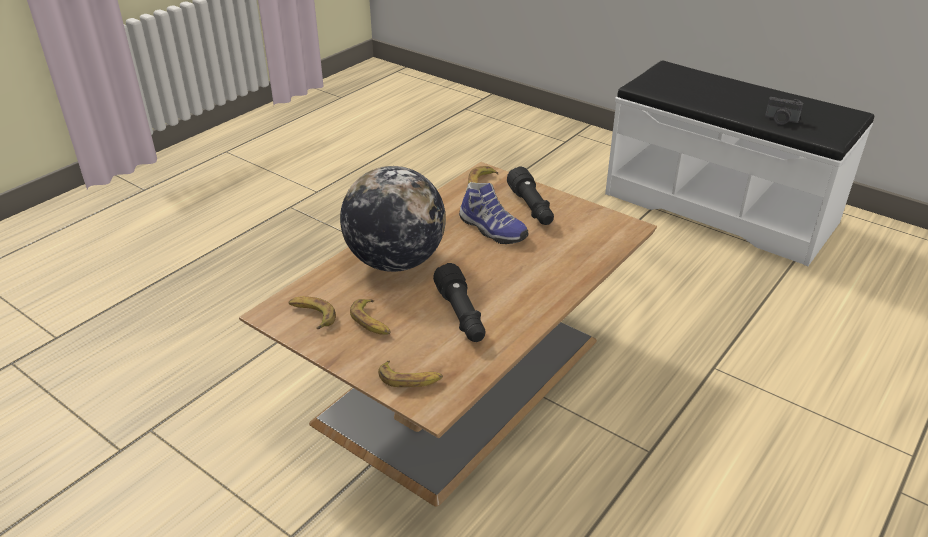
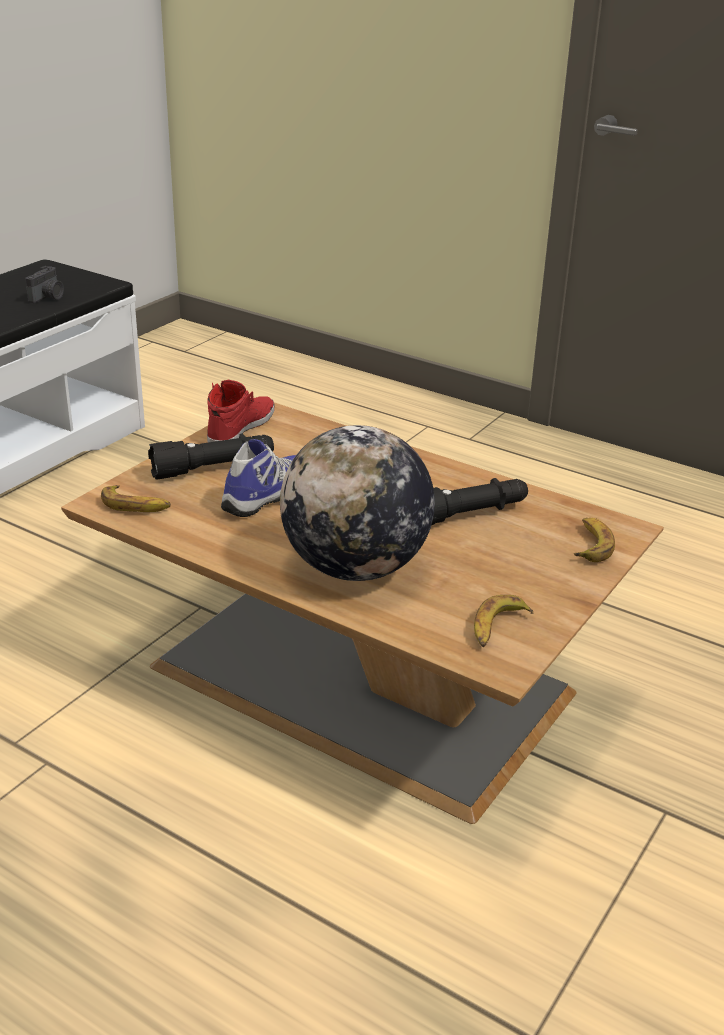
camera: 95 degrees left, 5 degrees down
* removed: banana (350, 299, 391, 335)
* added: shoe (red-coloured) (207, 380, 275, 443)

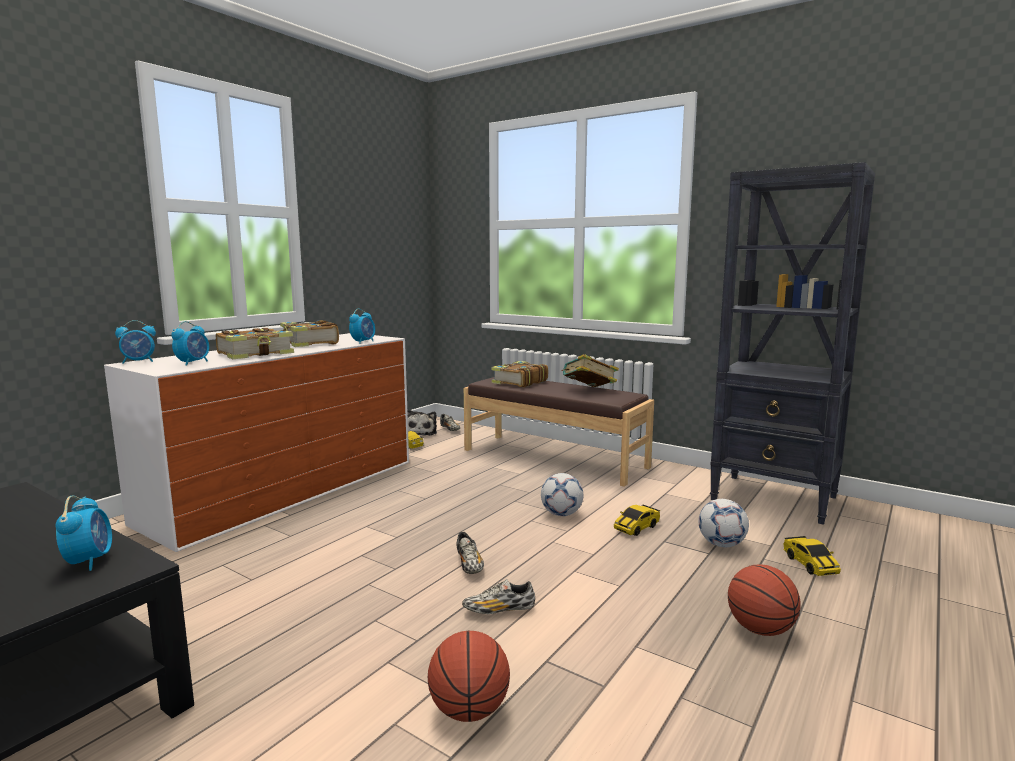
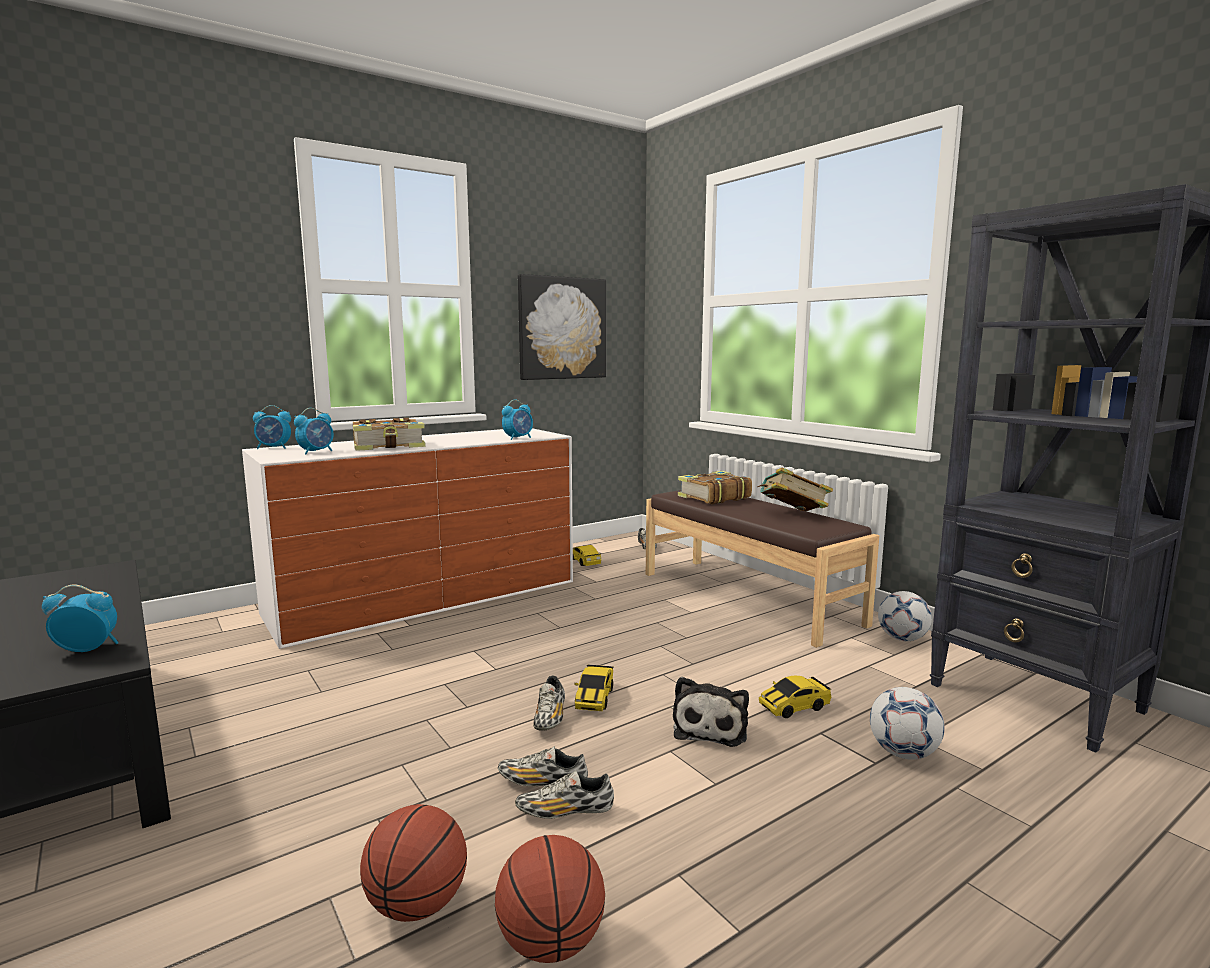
camera: 20 degrees right, 0 degrees up
* removed: bound book (279, 320, 339, 347)
* added: shoe (515, 771, 614, 819)
* added: wall picture (518, 274, 606, 380)
* moved: soft toy (407, 409, 437, 435) to (673, 677, 749, 747)
* moved: football ball (541, 473, 583, 516) to (878, 591, 932, 641)
* moved: basketball (728, 564, 801, 636) to (495, 835, 605, 963)
* moved: model car (784, 536, 841, 576) to (575, 665, 613, 711)
* turned: alarm clock (56, 496, 112, 571) = (42, 584, 118, 652) 105 degrees counterclockwise

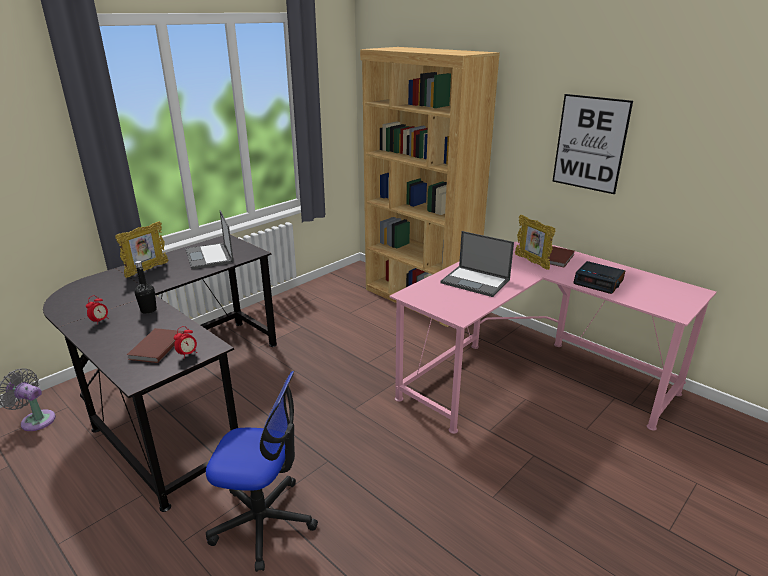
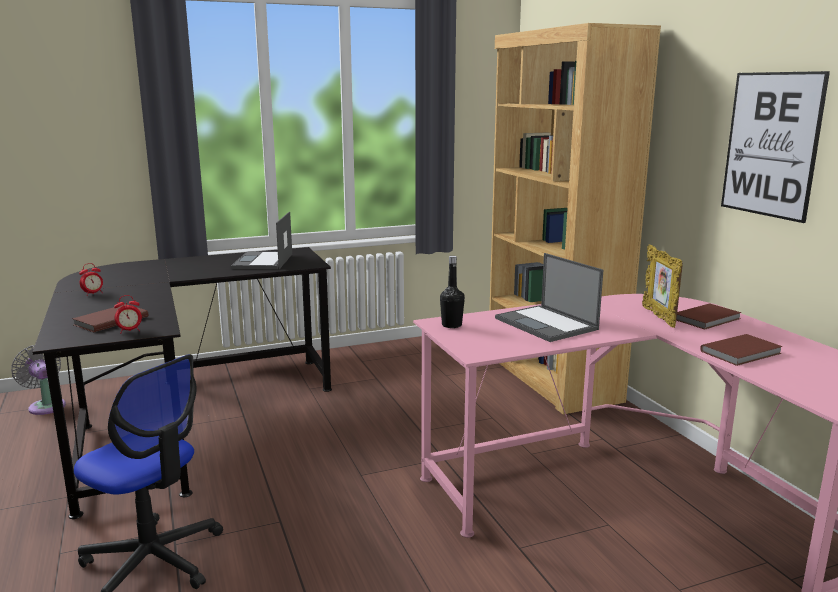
camera: 25 degrees right, 10 degrees down
* removed: photo frame (115, 221, 168, 278)
* moved: beverage bottle (black-coloured) (134, 261, 157, 314) to (440, 256, 465, 328)
* replaced: alarm clock (573, 261, 625, 294) to bound book (brown) (700, 334, 783, 366)

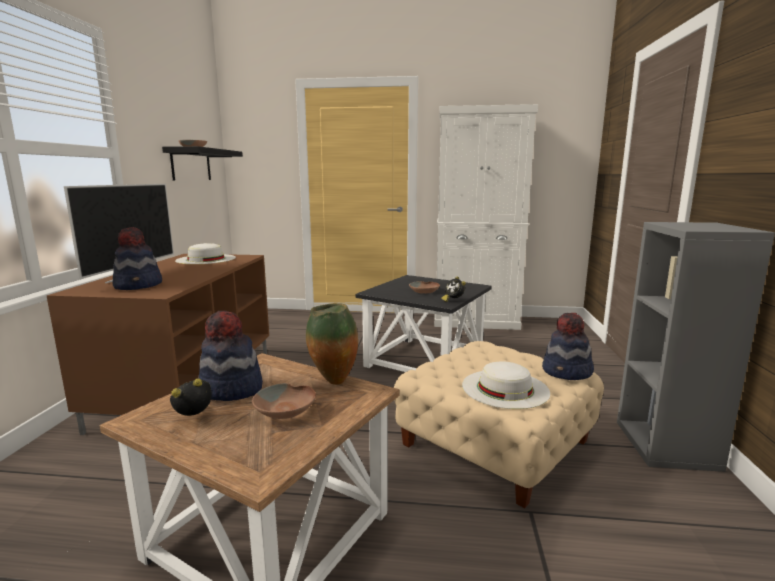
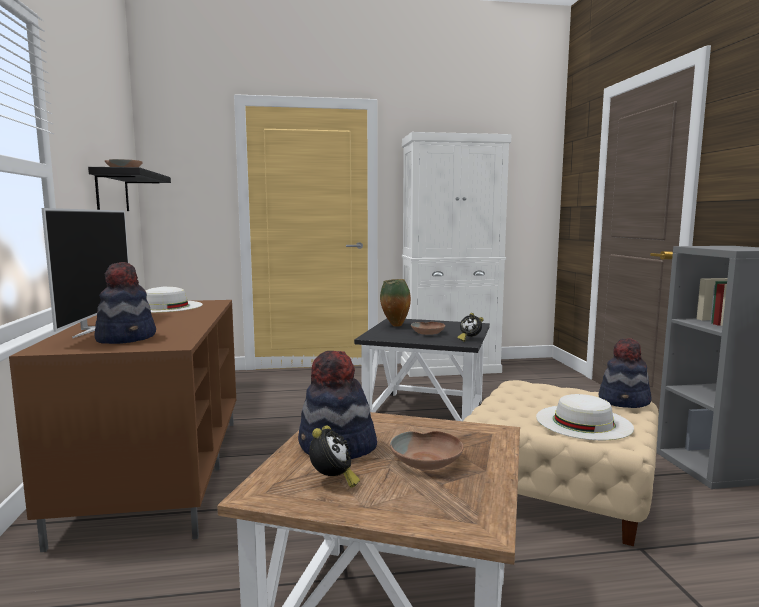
camera: 15 degrees left, 5 degrees down
* moved: vase (306, 303, 358, 385) to (380, 279, 411, 327)
* turned: alarm clock (170, 378, 212, 416) = (309, 425, 360, 488) 150 degrees clockwise

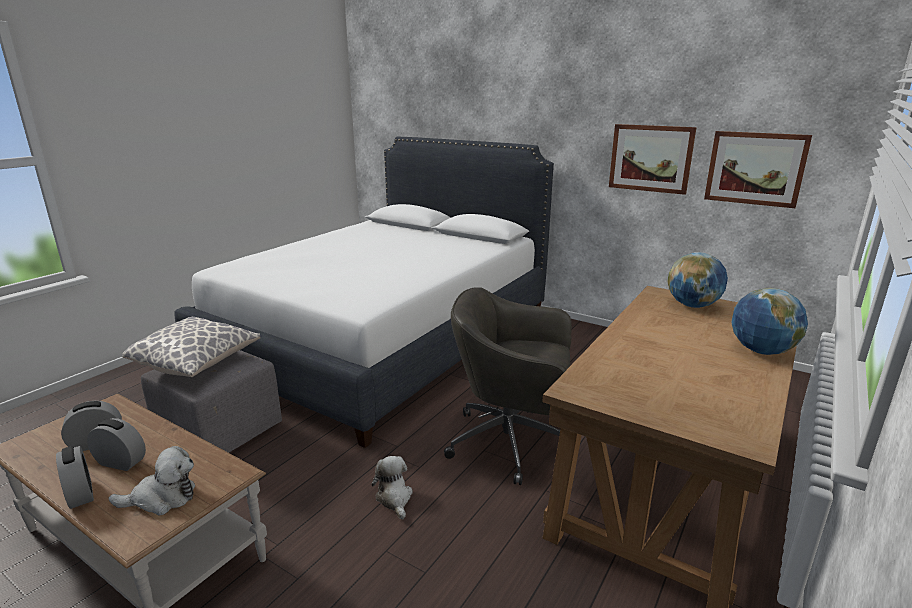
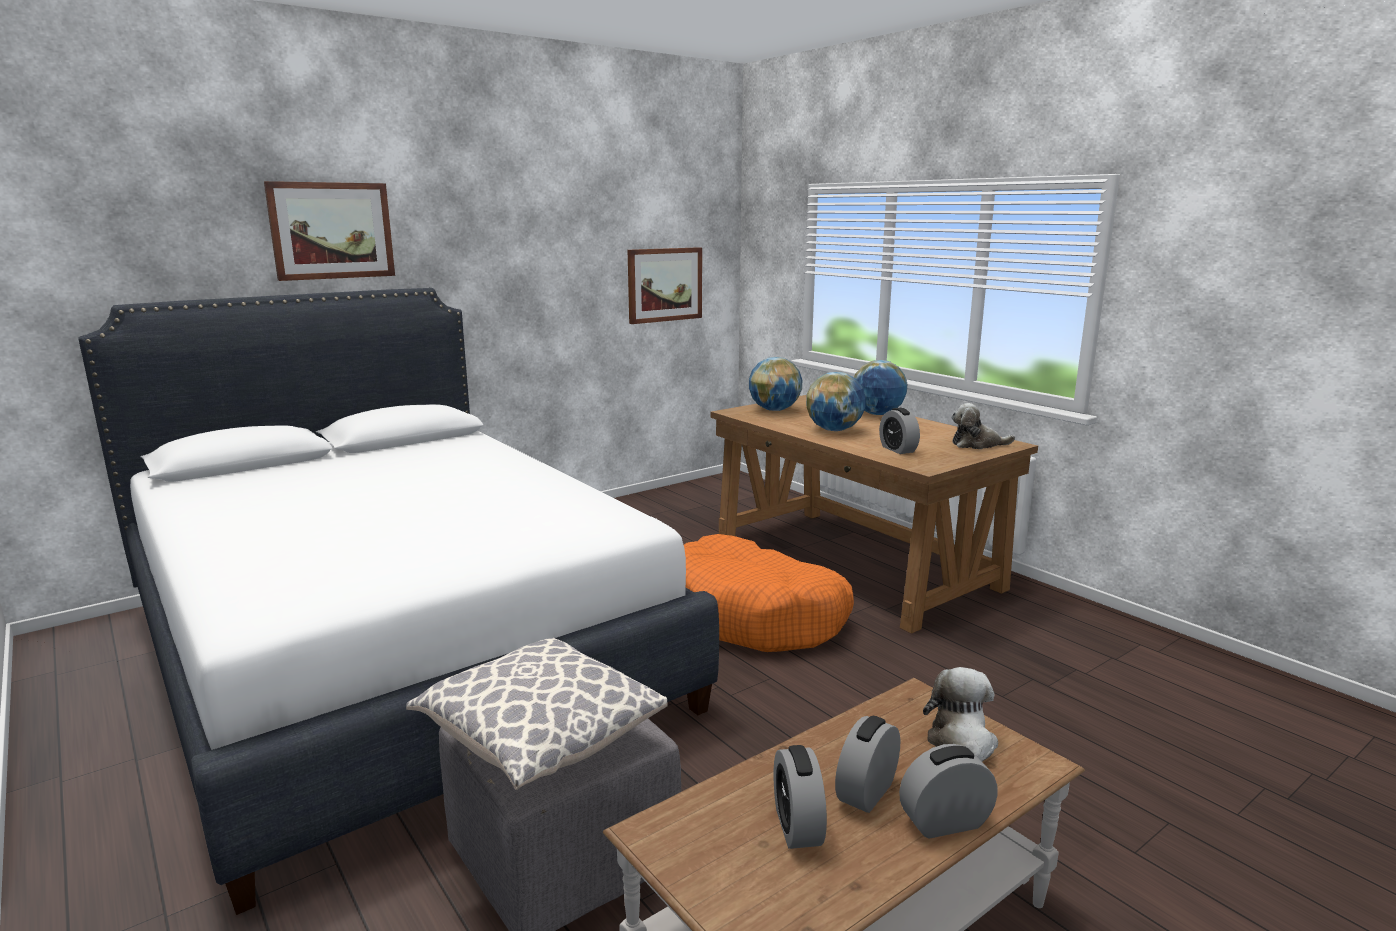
camera: 70 degrees left, 5 degrees down
* added: desk globe (806, 372, 866, 431)
* added: alarm clock (879, 408, 920, 454)
* moved: soft toy (371, 456, 413, 520) to (951, 403, 1015, 449)
* moved: wall picture (609, 124, 696, 195) to (264, 181, 395, 281)
* replaced: computer chair (grey) (444, 287, 572, 485) to pet bed (orange) (684, 534, 854, 652)

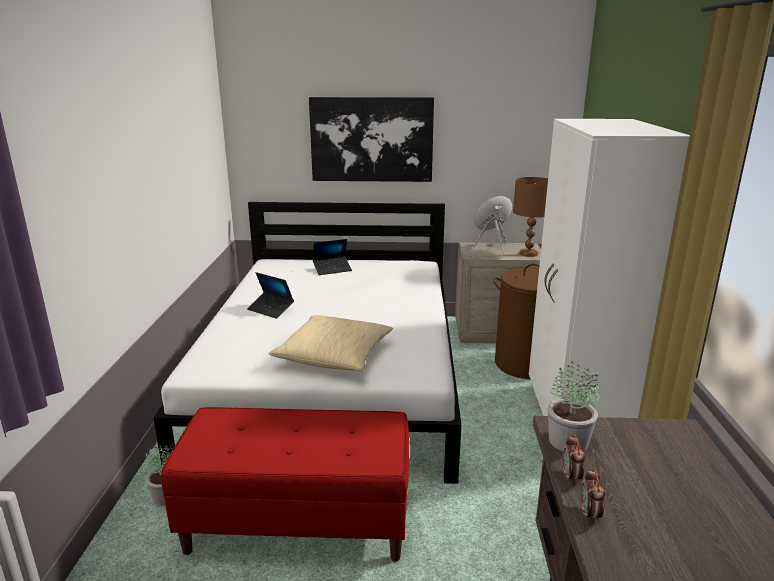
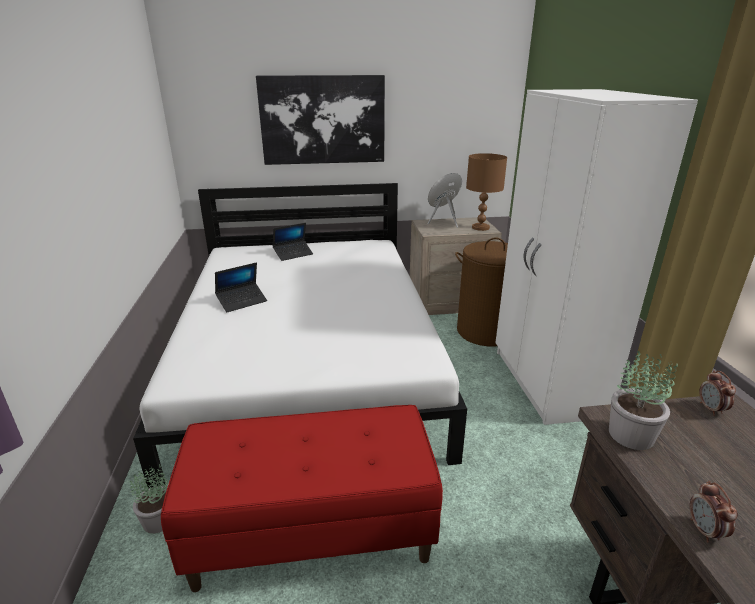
camera: 10 degrees left, 5 degrees up
* removed: pillow (beige-coloured) (269, 315, 393, 371)
* moved: alarm clock (562, 435, 585, 484) to (699, 371, 736, 416)
* turned: notebook computer (247, 272, 294, 319) = (215, 263, 267, 312) 60 degrees counterclockwise

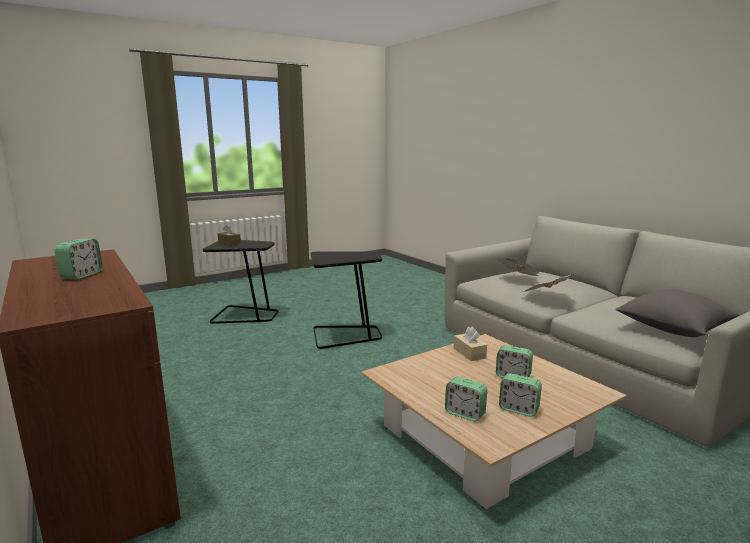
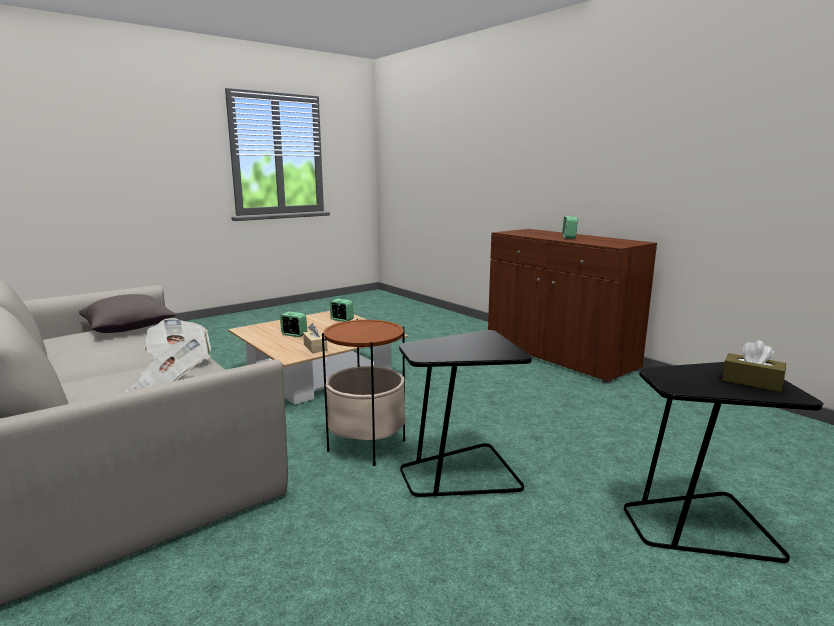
camera: 175 degrees right, 0 degrees up
* removed: alarm clock (499, 373, 542, 417)
* added: end table (322, 319, 406, 466)

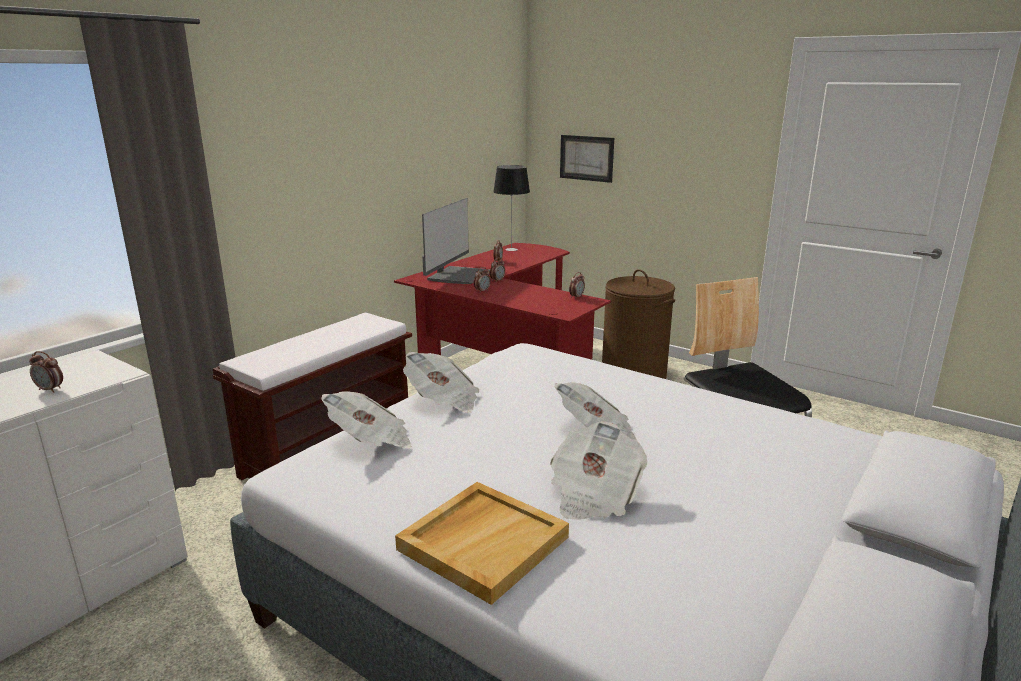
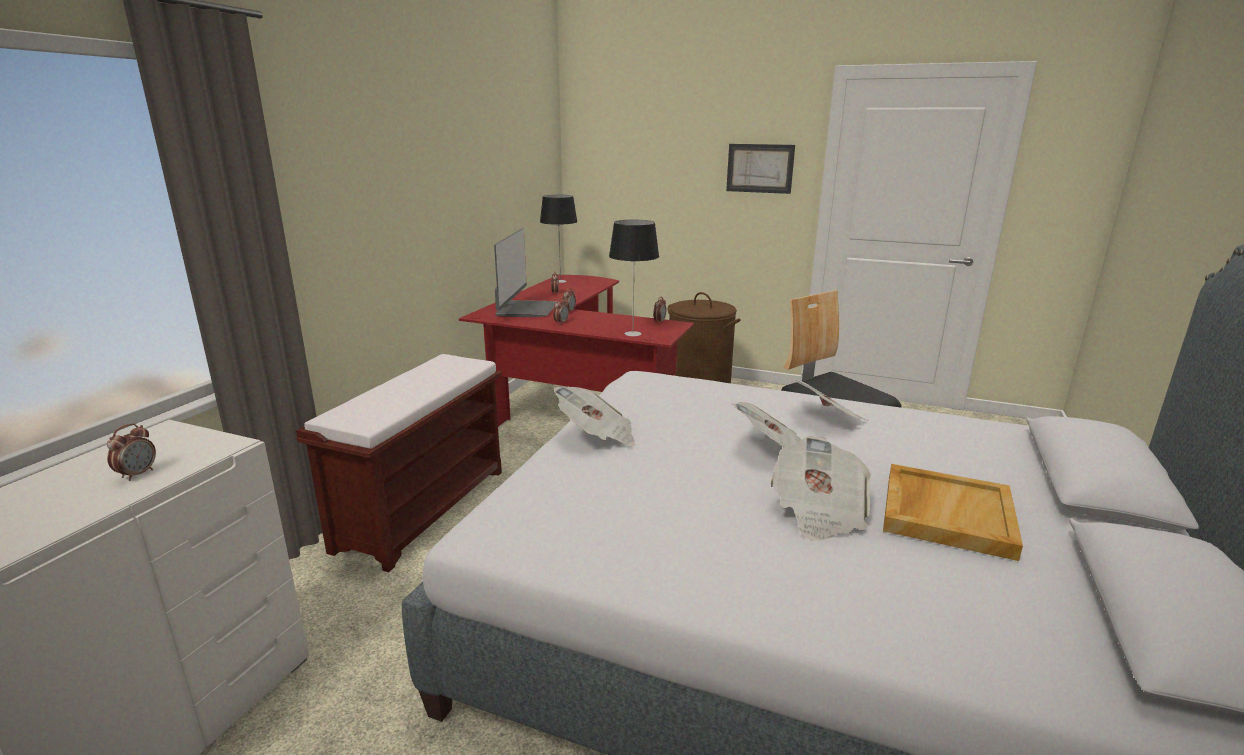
camera: 15 degrees left, 0 degrees up
* added: lamp for a table (609, 220, 659, 336)
* moved: printed paper (321, 391, 412, 448) to (793, 379, 870, 421)
* moved: tray (beige-coloured) (395, 482, 569, 605) to (883, 464, 1023, 561)
* moved: wall picture (560, 135, 614, 183) to (726, 144, 795, 194)
* turned: alarm clock (29, 351, 63, 393) = (107, 424, 156, 481) 75 degrees counterclockwise

